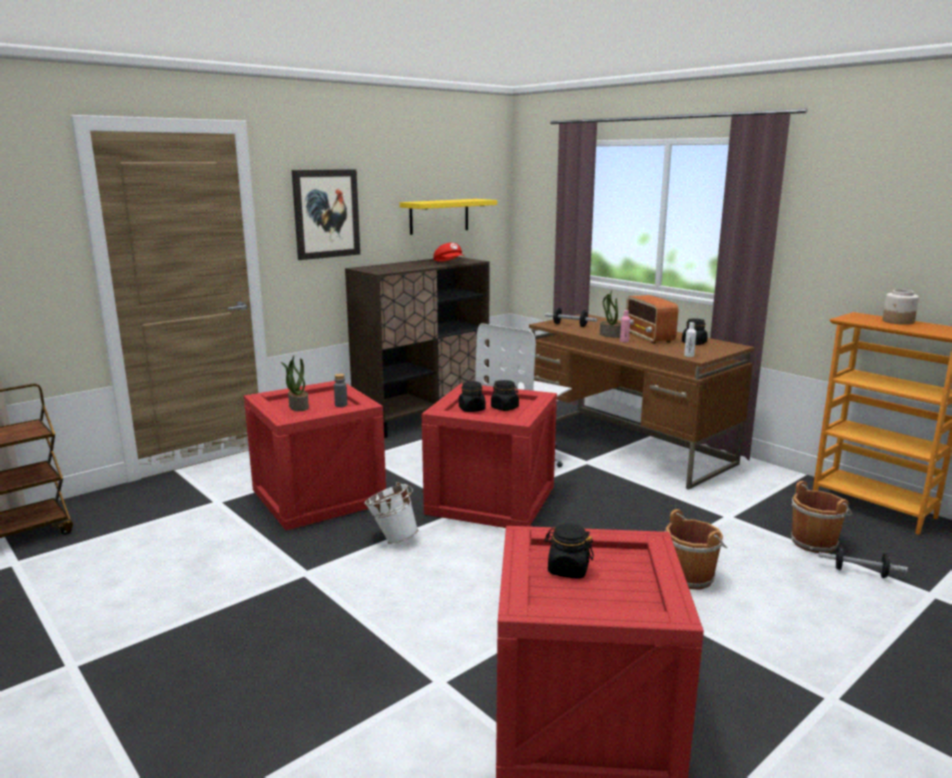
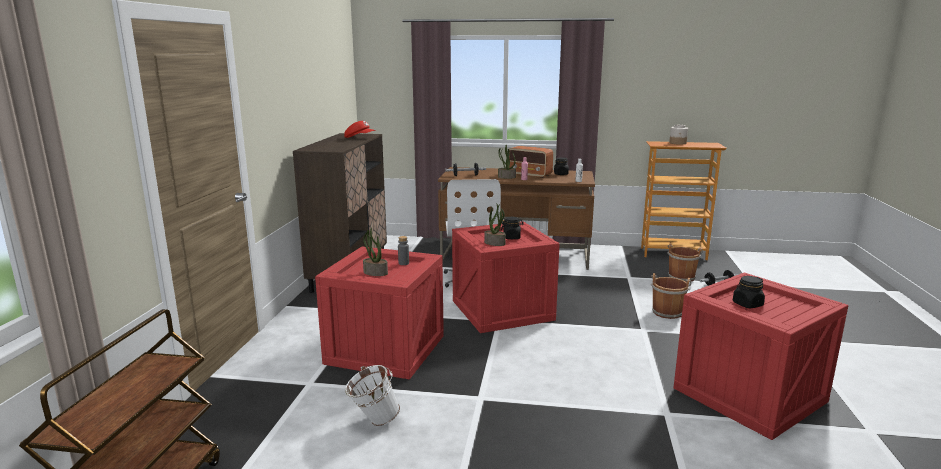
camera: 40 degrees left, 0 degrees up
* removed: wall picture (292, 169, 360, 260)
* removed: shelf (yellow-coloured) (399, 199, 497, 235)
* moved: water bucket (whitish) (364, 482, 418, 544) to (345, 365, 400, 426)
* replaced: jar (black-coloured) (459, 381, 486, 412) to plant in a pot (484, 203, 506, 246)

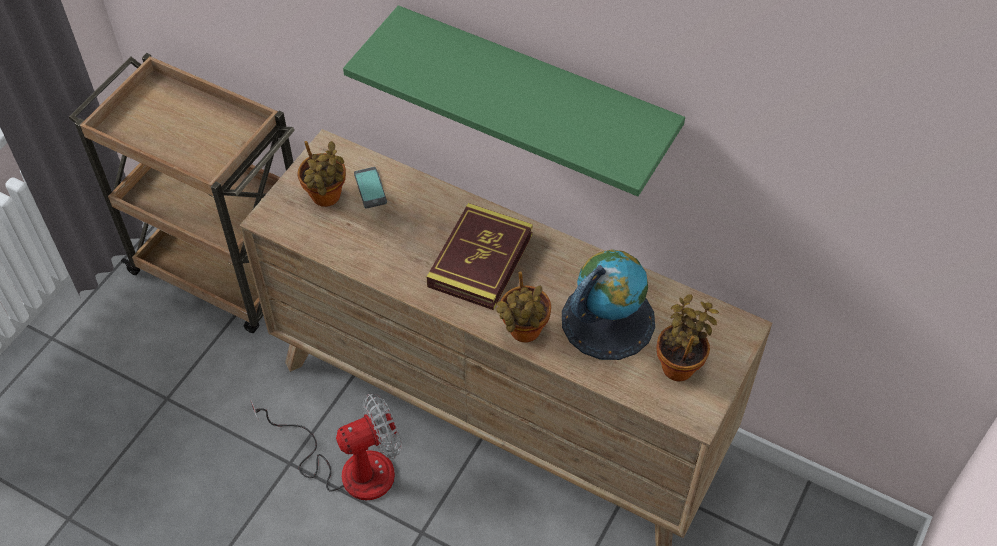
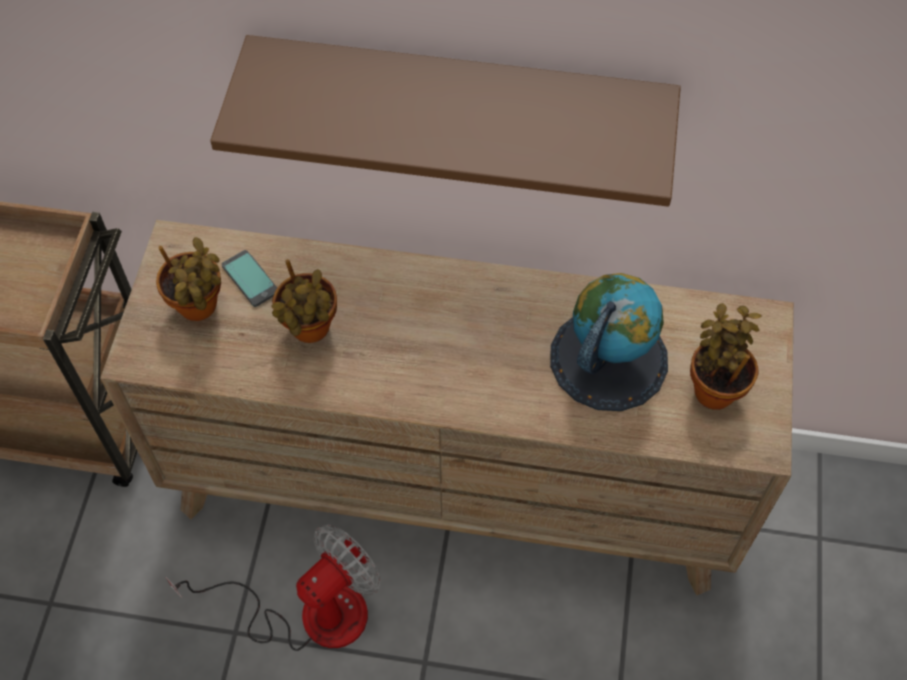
camera: 20 degrees left, 5 degrees up
* removed: bound book (427, 203, 533, 310)
* moved: plant in a pot (496, 272, 551, 343) to (271, 259, 337, 343)
* recoloured: shelf (greenish) (343, 5, 685, 196) to shelf (brown) (210, 35, 681, 207)

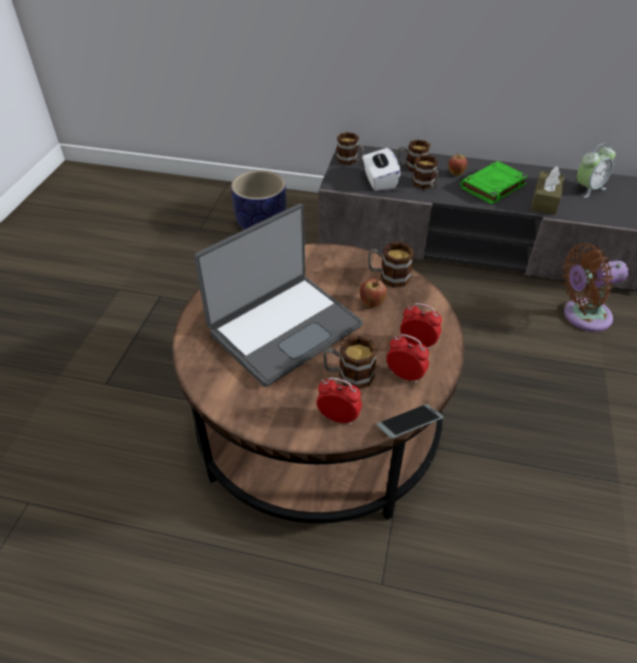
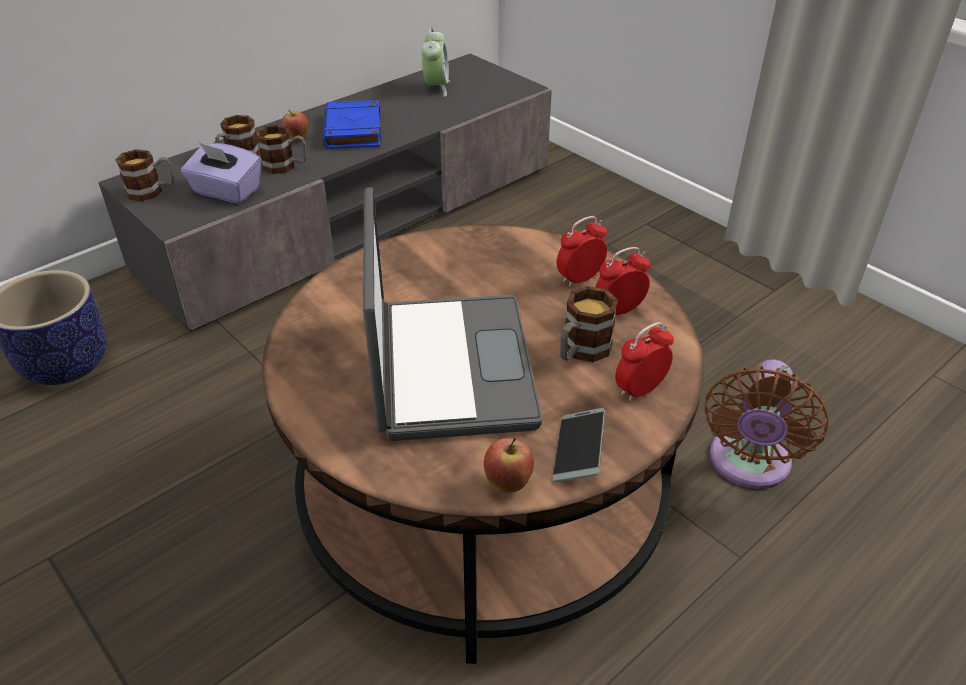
camera: 55 degrees left, 5 degrees down
* removed: coffee mug (368, 242, 414, 288)
* removed: box of tissues (brown) (531, 166, 564, 215)
* moved: whole apple (360, 279, 387, 308) to (484, 438, 534, 493)
* moved: telephone (377, 404, 443, 439) to (553, 408, 605, 482)
* moved: electric fan (brown) (562, 243, 629, 332) to (705, 360, 828, 489)
* recoloured: box of tissues (whitish) (362, 148, 401, 191) to box of tissues (purplish) (181, 143, 261, 204)
* recoloured: bound book (greenish) (460, 161, 528, 204) to bound book (bluish) (322, 100, 381, 149)

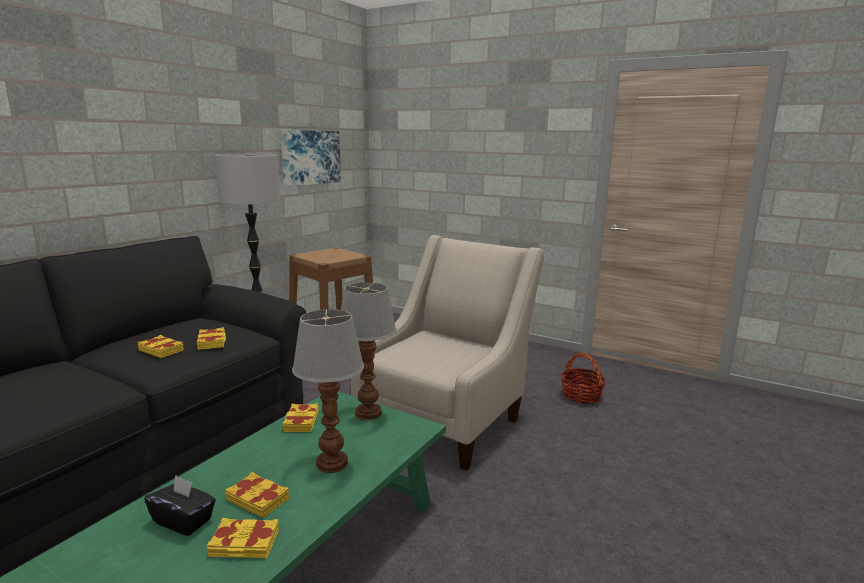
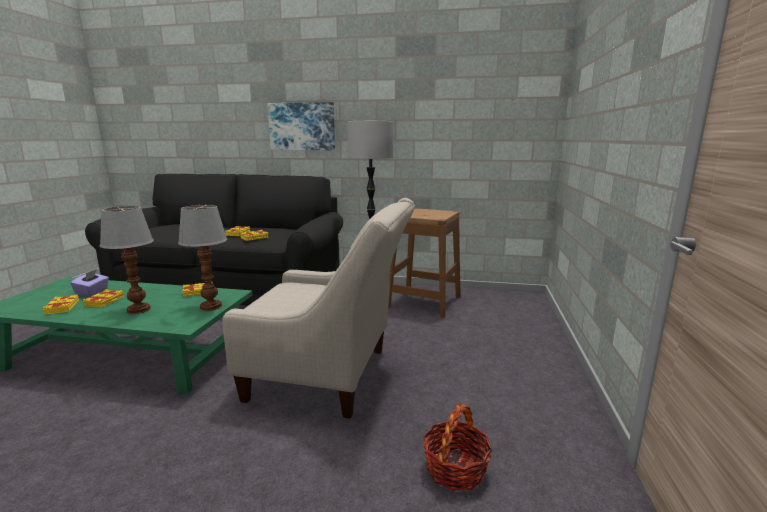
camera: 70 degrees right, 0 degrees up
* moved: wall picture (280, 130, 341, 187) to (267, 102, 335, 150)
* recoloured: box of tissues (black-coloured) (144, 475, 216, 536) to box of tissues (purplish) (70, 269, 109, 296)

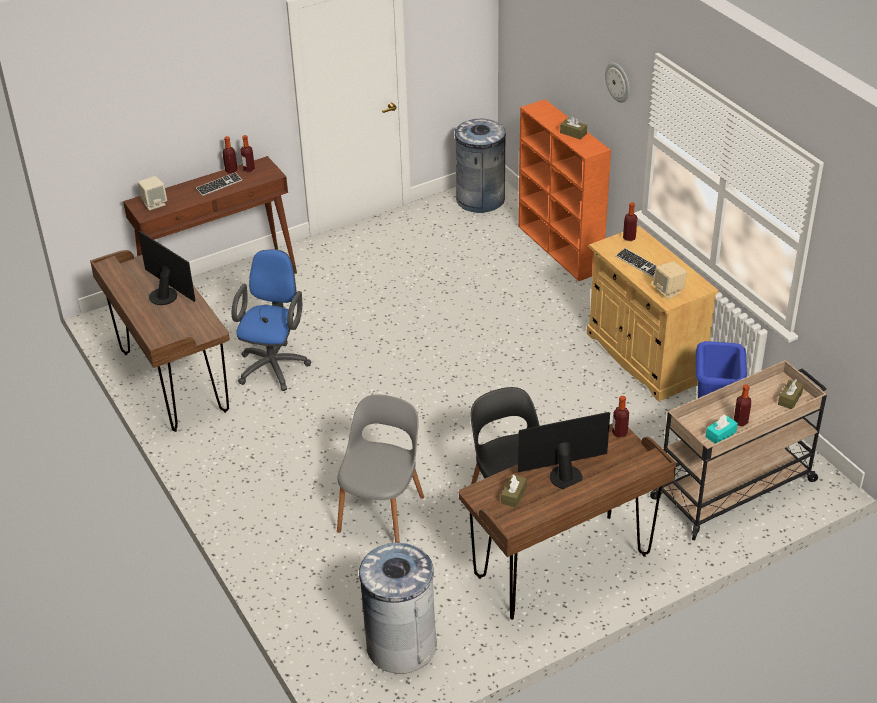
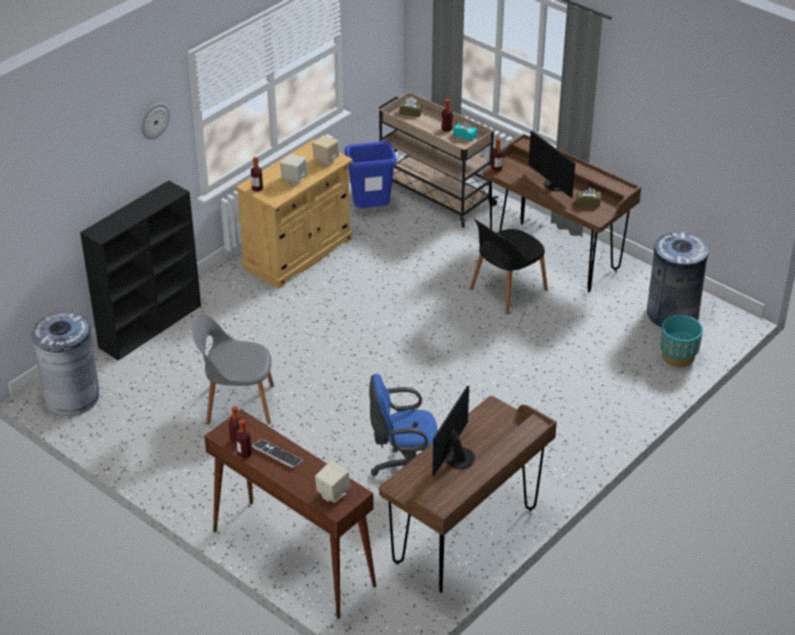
camera: 110 degrees left, 0 degrees up
* removed: box of tissues (brown) (560, 116, 587, 140)
* added: plant pot (blue-green) (660, 315, 703, 367)
* moved: chair (grey) (337, 395, 424, 543) to (192, 313, 274, 424)
* replaced: PC keyboard (616, 248, 657, 277) to audio speaker (beige-coloured) (280, 154, 308, 186)
* recoloured: shelving unit (orange) (518, 99, 611, 281) to shelving unit (black-coloured) (80, 180, 201, 360)

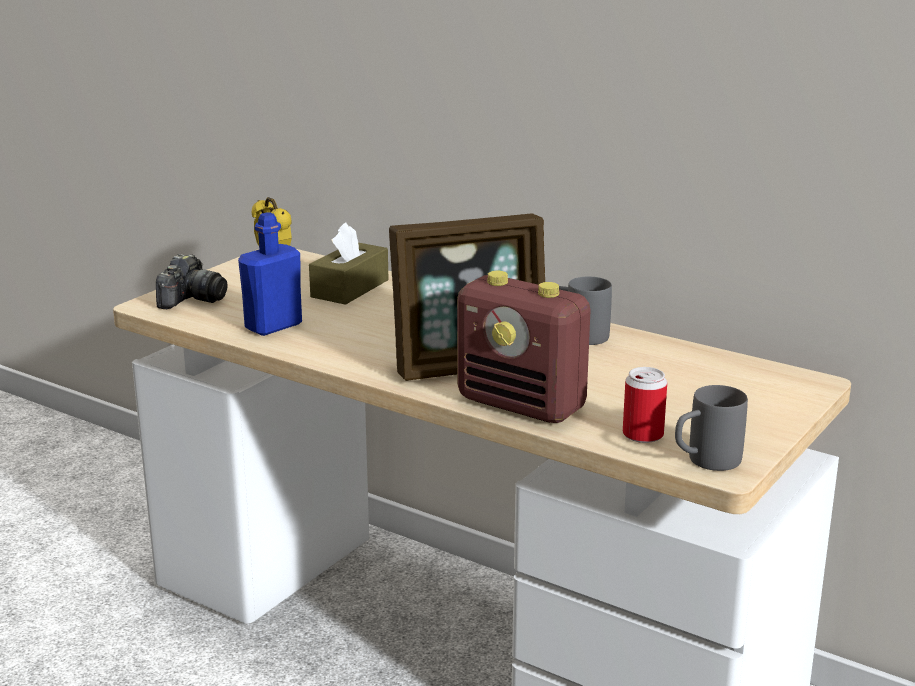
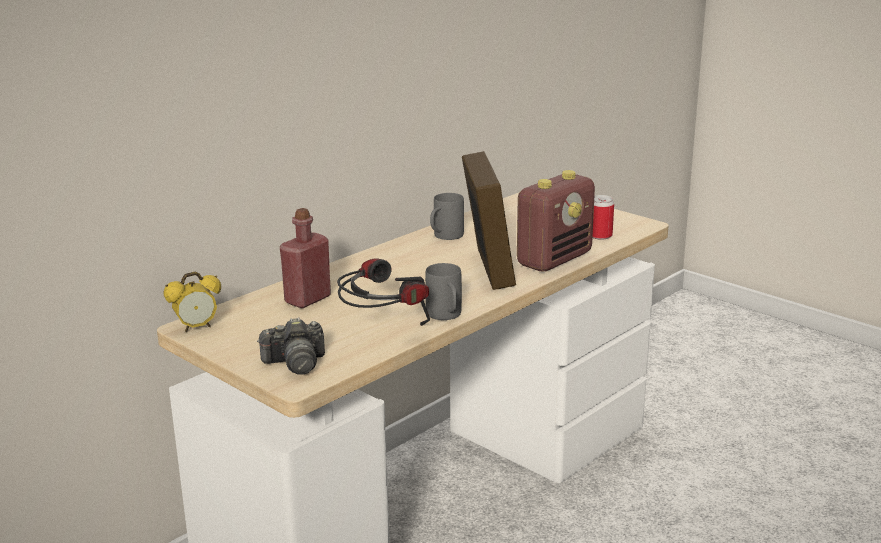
camera: 80 degrees left, 0 degrees up
* moved: coffee mug (grey) (675, 385, 748, 471) to (425, 263, 462, 320)
* replaced: beverage bottle (bluish) (238, 212, 302, 336) to pair of headphones (337, 258, 430, 326)
* replaced: box of tissues (brown) (309, 223, 389, 305) to beverage bottle (red-coloured) (280, 208, 331, 308)
* turned: still camera (156, 254, 227, 309) = (257, 318, 325, 375) 135 degrees clockwise

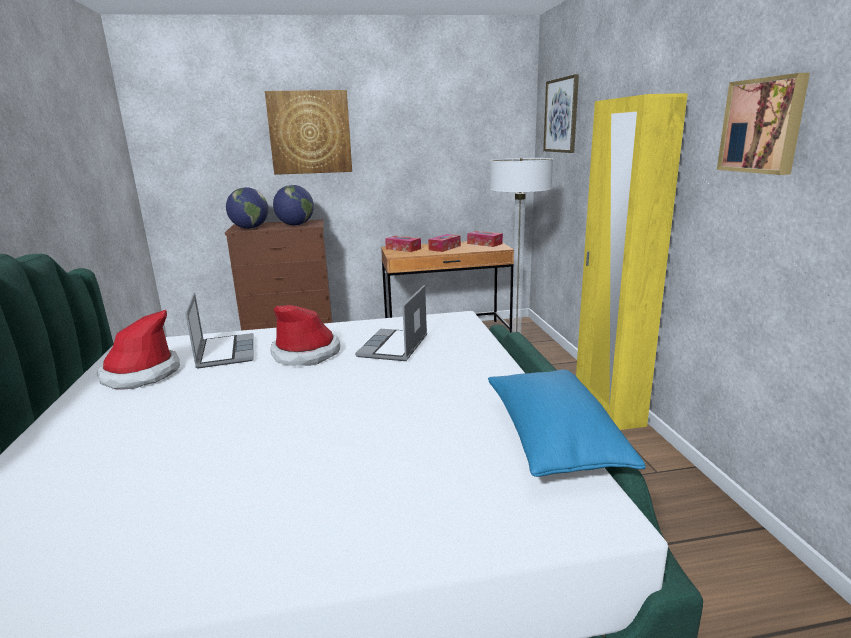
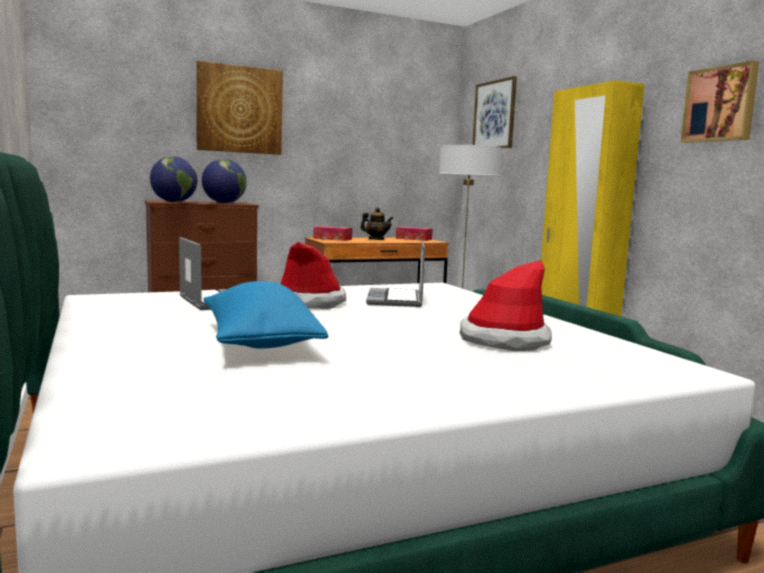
camera: 15 degrees left, 10 degrees down
* moved: wearable hat (97, 310, 180, 389) to (460, 260, 552, 351)
* moved: pillow (bluish) (488, 369, 646, 477) to (204, 281, 328, 349)
* replaced: box of tissues (428, 234, 461, 252) to tea pot (360, 207, 394, 240)

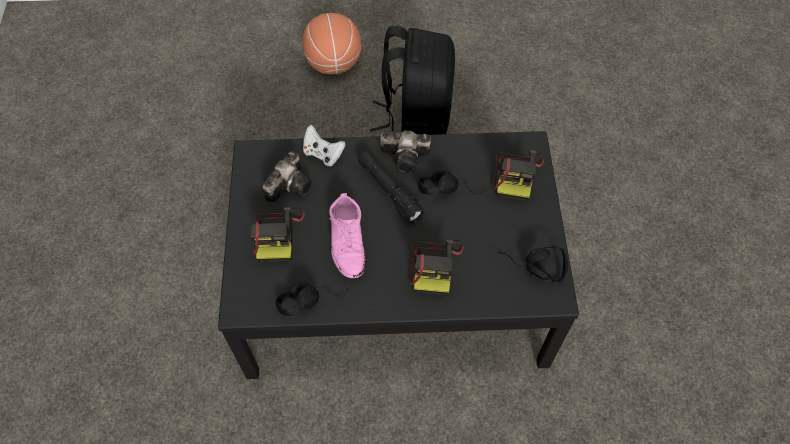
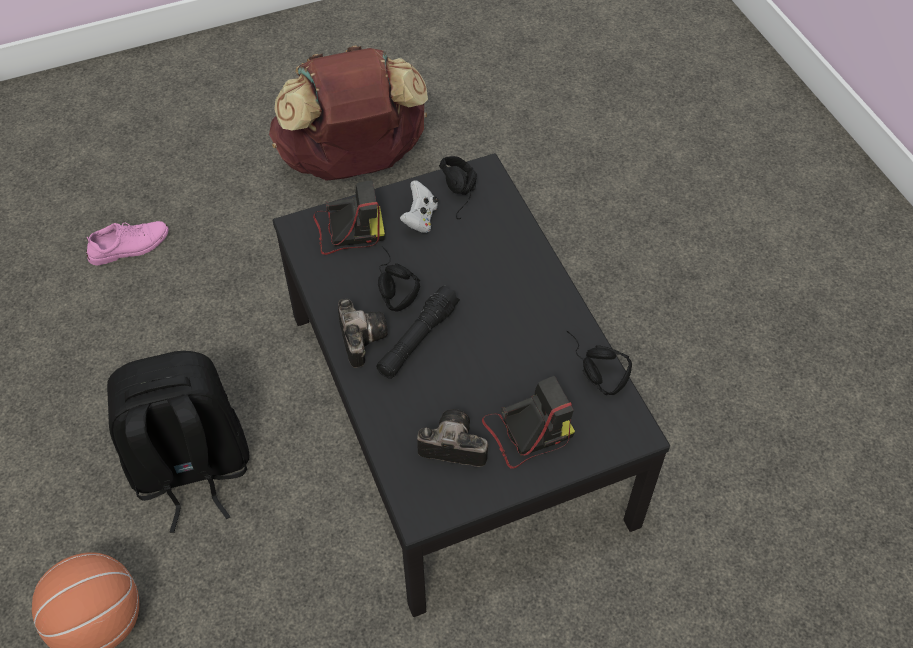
camera: 110 degrees left, 5 degrees down
* removed: still camera (410, 240, 464, 295)
* added: rucksack (brown) (269, 45, 428, 181)
* moved: game controller (whitish) (303, 125, 346, 166) to (400, 181, 438, 233)
* moved: shoe (pink-coloured) (329, 193, 365, 278) to (86, 221, 169, 265)

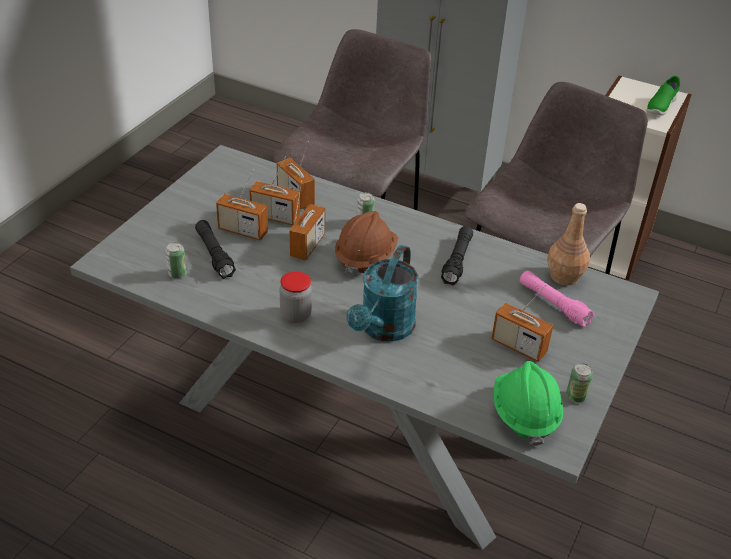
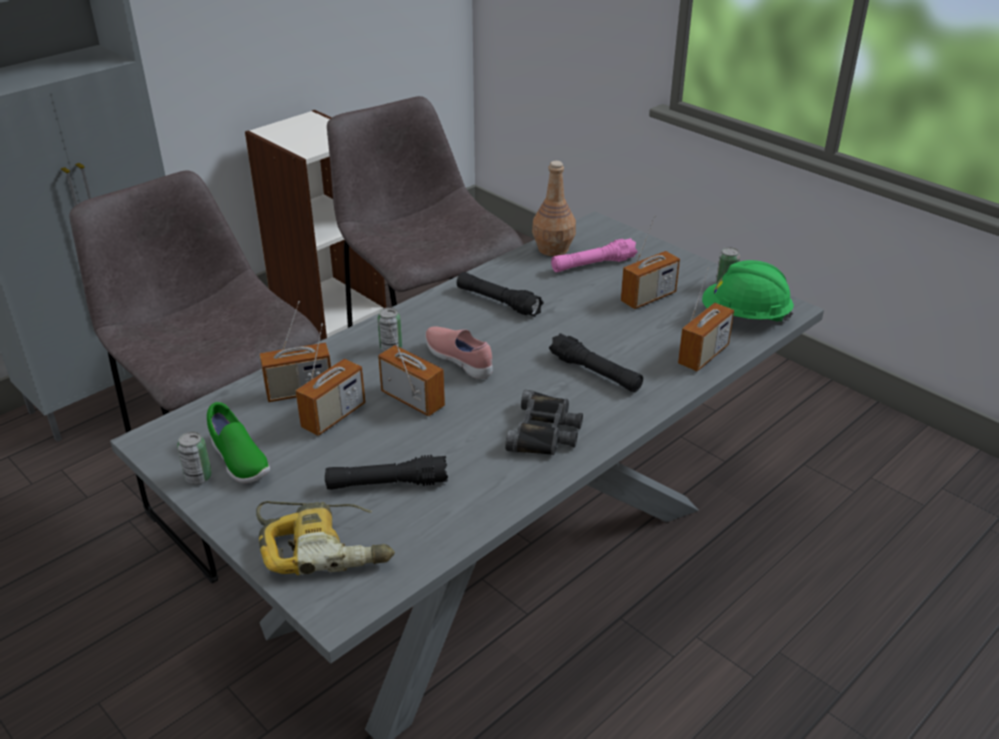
camera: 70 degrees left, 5 degrees down
* added: drill (256, 501, 395, 575)
* moved: can (165, 242, 187, 278) to (177, 432, 212, 484)
* moved: radio (216, 170, 268, 240) to (678, 268, 734, 371)
* moved: shoe (greenish) (646, 76, 680, 116) to (207, 402, 270, 483)
* replaced: jar (280, 271, 312, 323) to field glasses (black-coloured) (505, 390, 583, 455)
* replaced: safety helmet (brown) (335, 211, 398, 277) to shoe (pink-coloured) (425, 326, 493, 379)
* replaced: watering can (blue-green) (347, 245, 418, 342) to flashlight (black-coloured) (549, 333, 643, 392)

